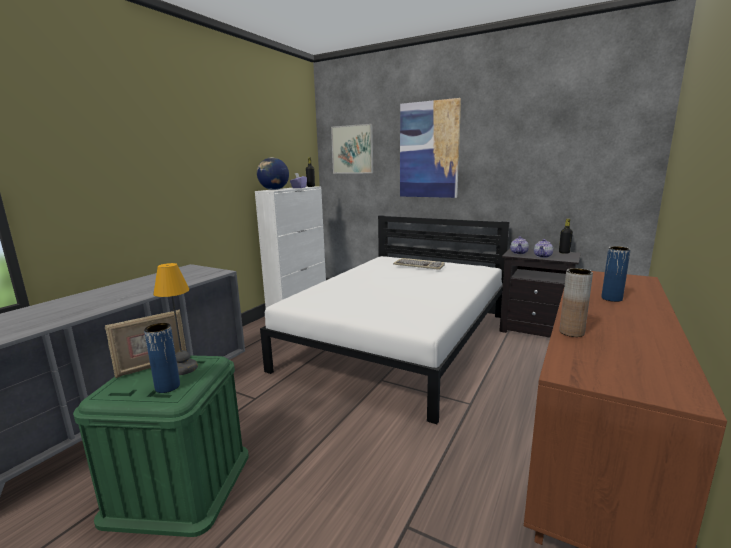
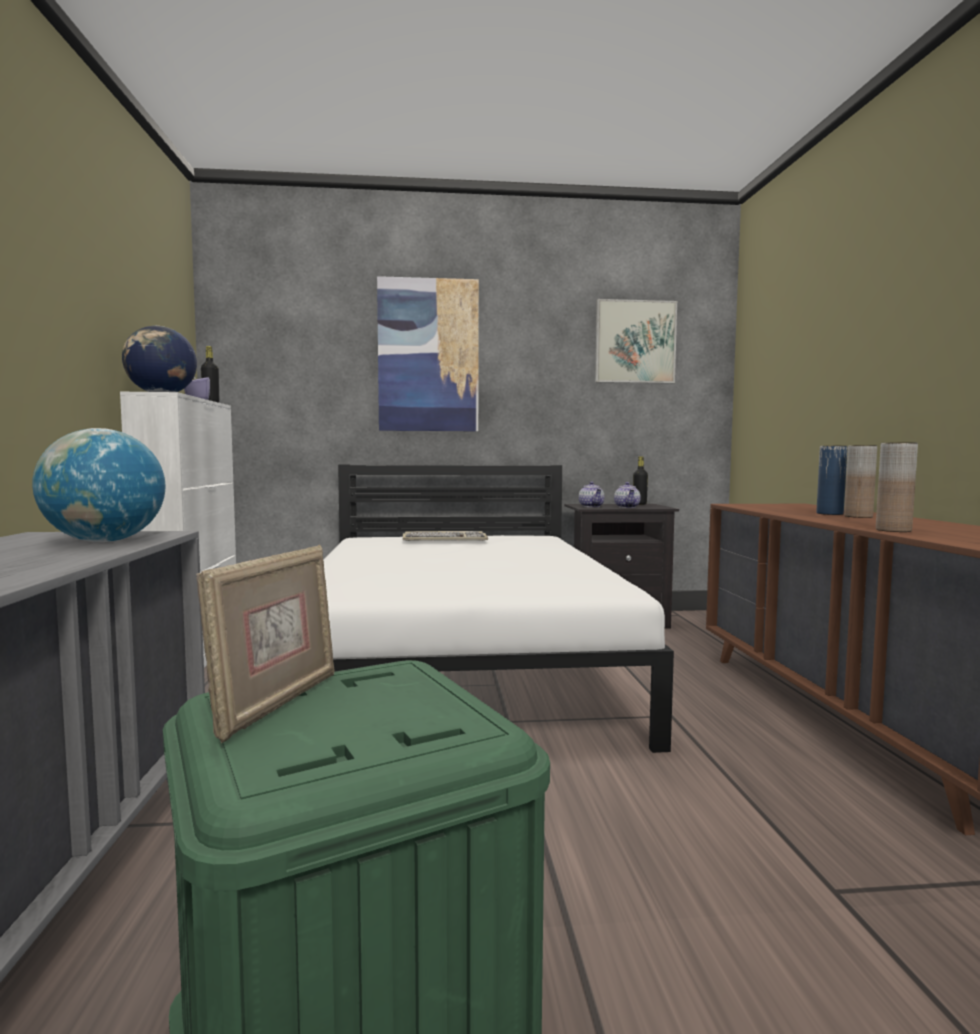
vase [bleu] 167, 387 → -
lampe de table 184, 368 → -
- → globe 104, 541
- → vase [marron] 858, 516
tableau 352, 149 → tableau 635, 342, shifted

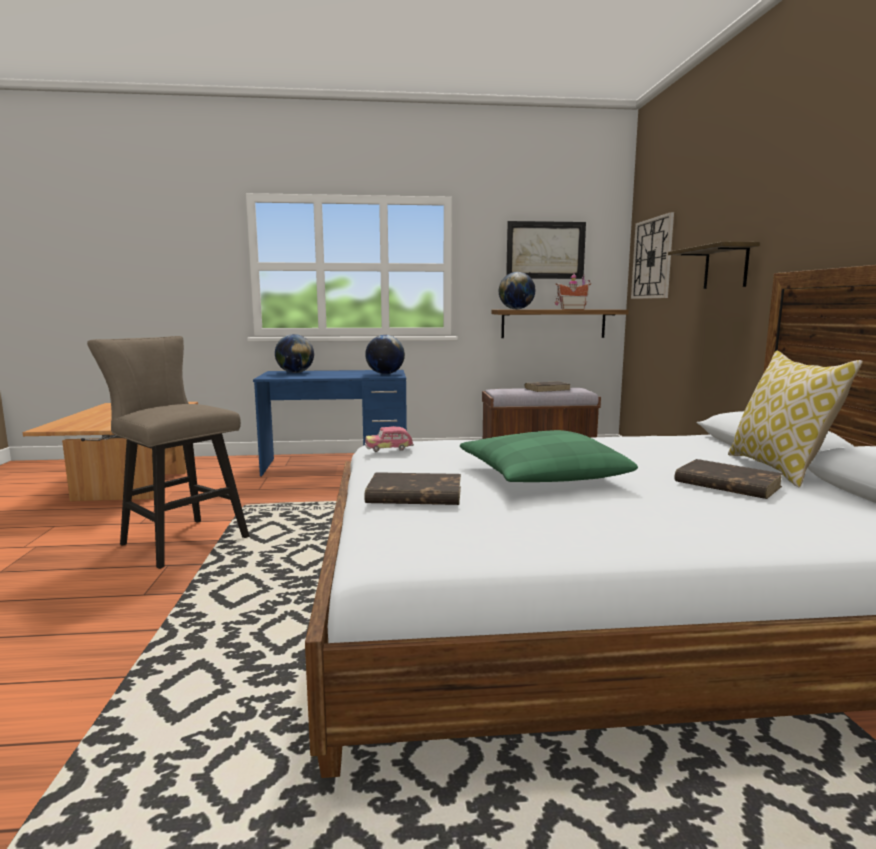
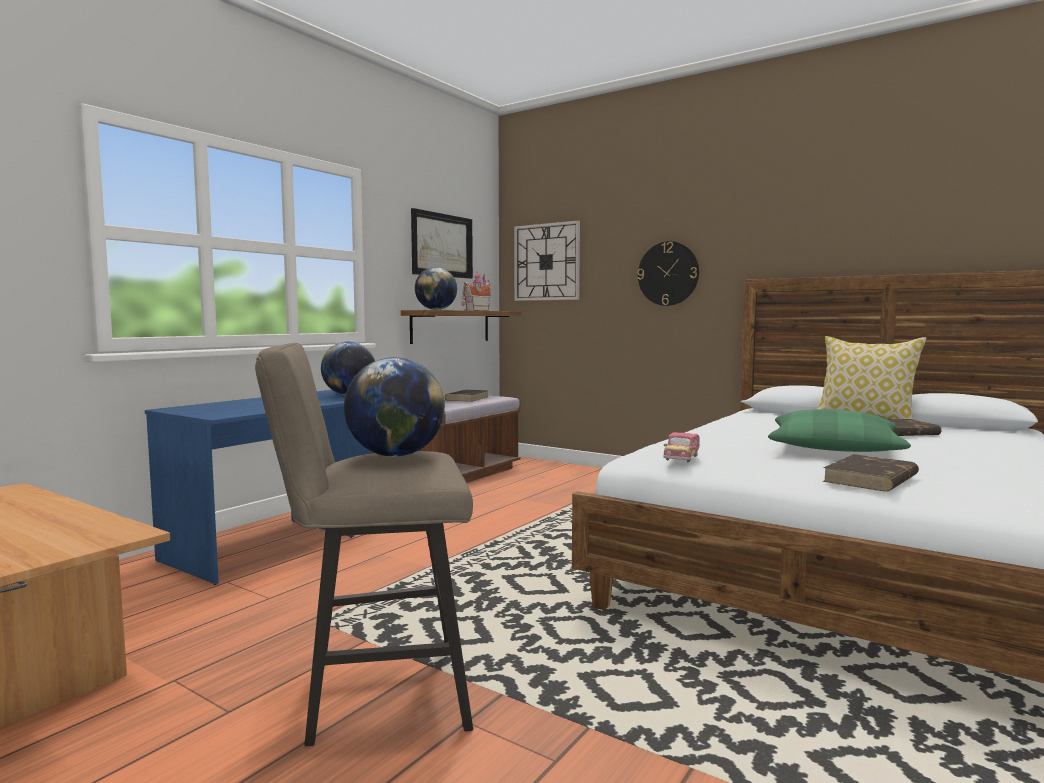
globe 295, 373 → globe 396, 455, shifted
étagère 726, 267 → horloge murale 668, 273

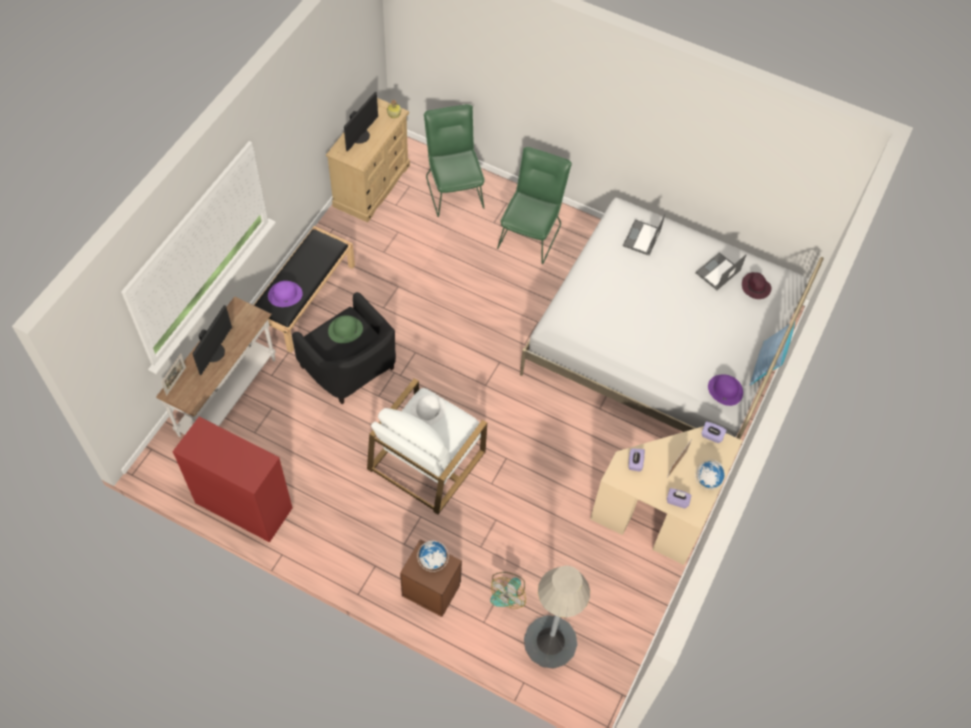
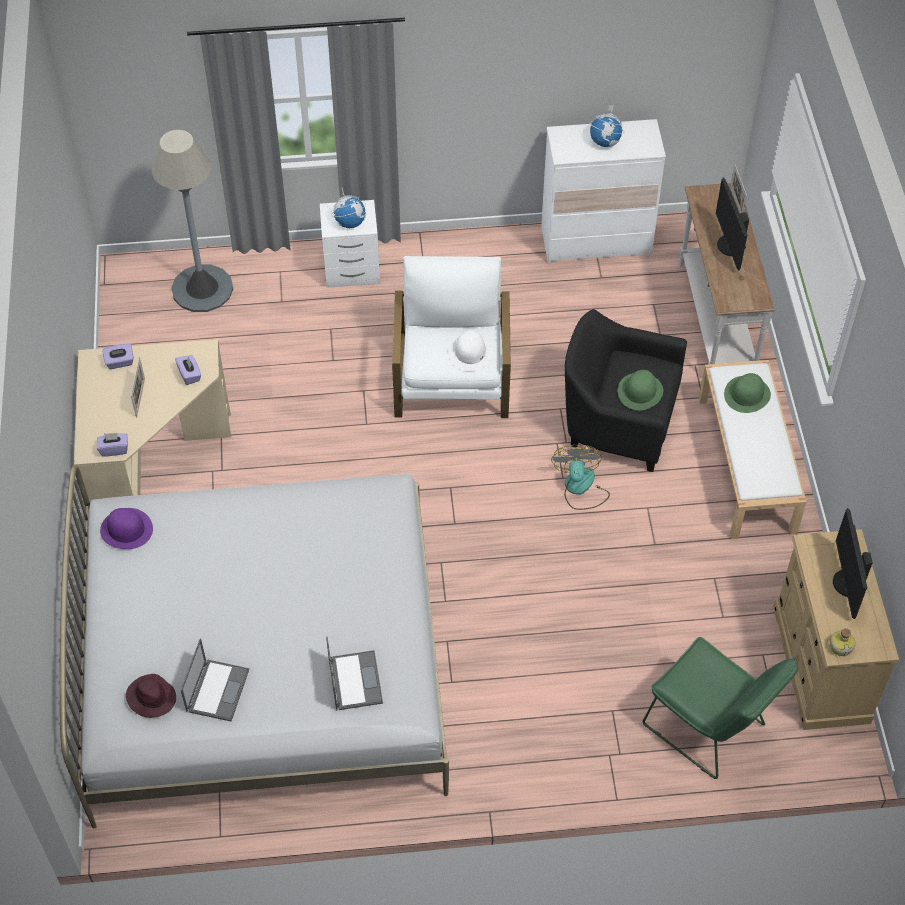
chaise [vert] 531, 233 → -
coussin 766, 366 → -
ventilateur 508, 592 → ventilateur 580, 488, shifted
globe 707, 480 → globe 605, 142, shifted
commode [rouge] 244, 505 → commode [blanc] 596, 241
banc [noir] 304, 298 → banc [blanc] 747, 465
chapeau [violet] 285, 294 → chapeau [vert] 747, 394
table de chevet [marron] 430, 589 → table de chevet [blanc] 353, 270

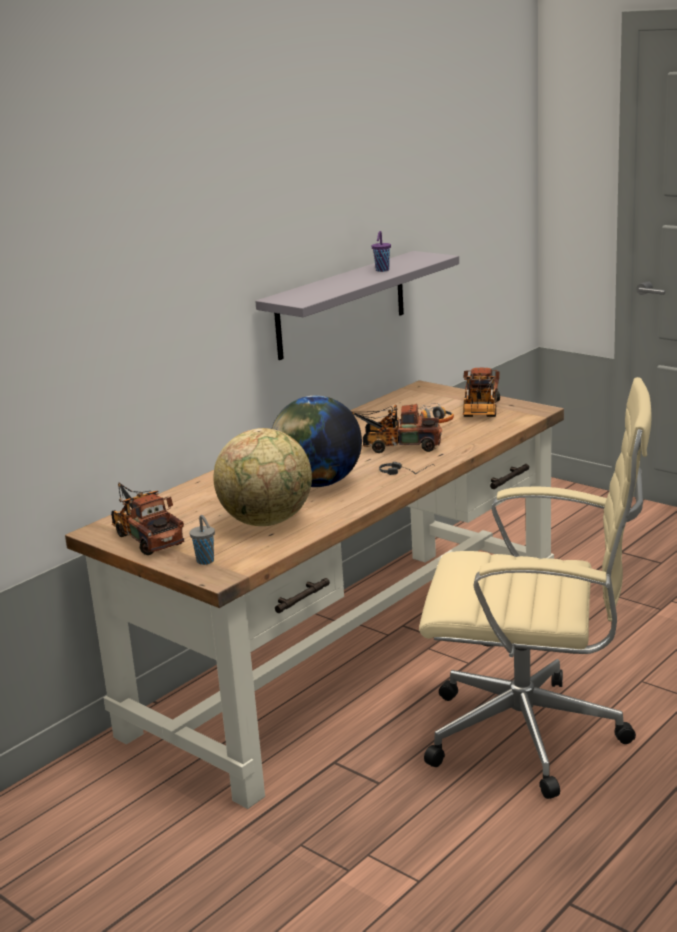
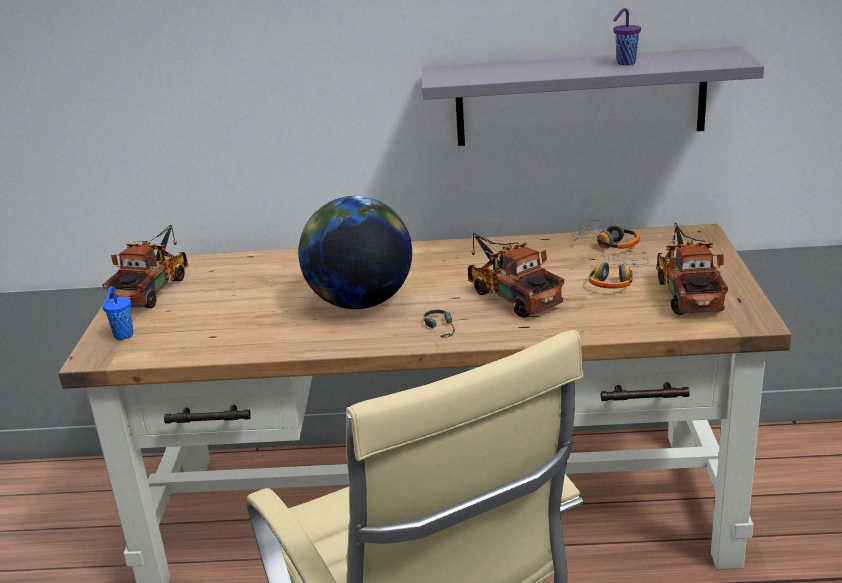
globe 267, 521 → -
- → casque audio 606, 243
tasse [gris] 206, 561 → tasse [bleu] 123, 336
camion jouet 480, 411 → camion jouet 687, 292, 120 degrees clockwise

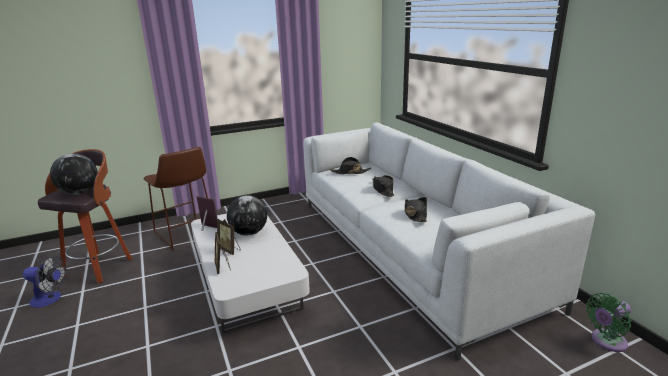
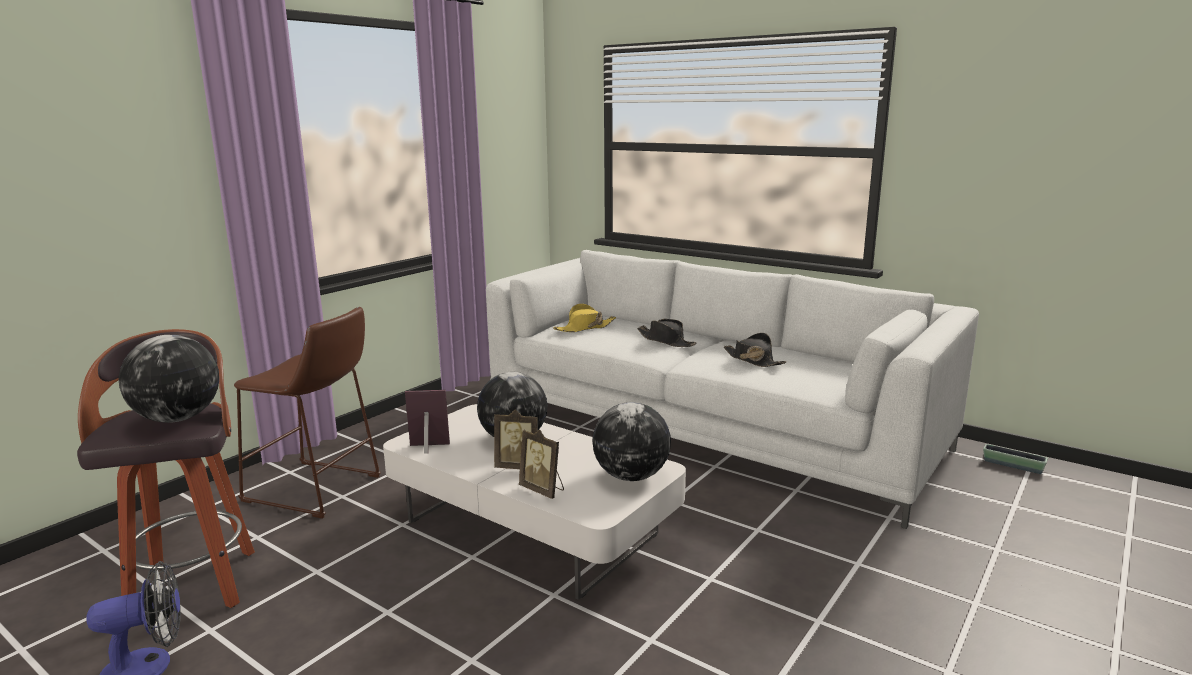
- → globe 631, 477
ventilateur [vert] 606, 341 → cache-pot 1013, 466
chapeau [noir] 350, 172 → chapeau [jaune] 585, 328

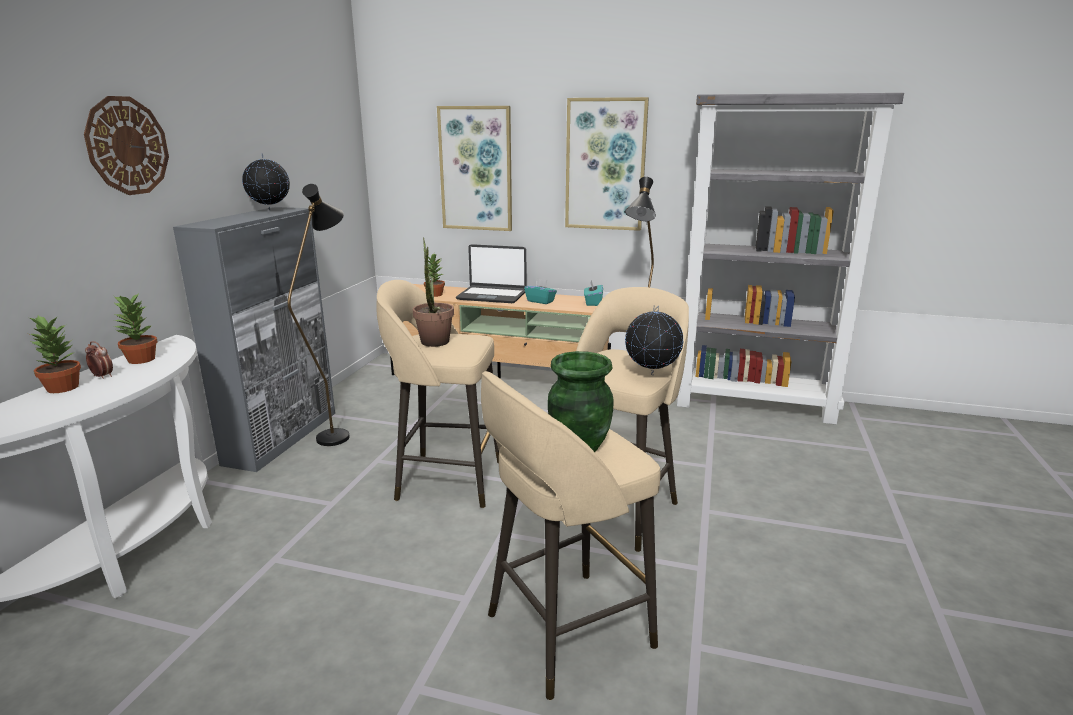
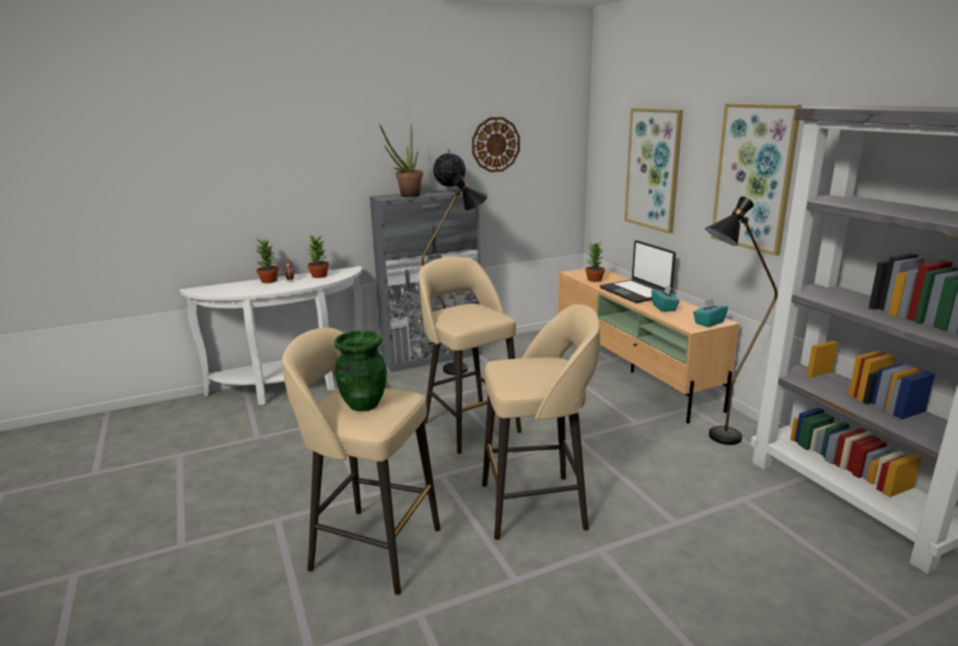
globe 651, 374 → -
horloge murale 127, 146 → horloge murale 495, 144, shifted
plante en pot 434, 344 → plante en pot 407, 196, shifted

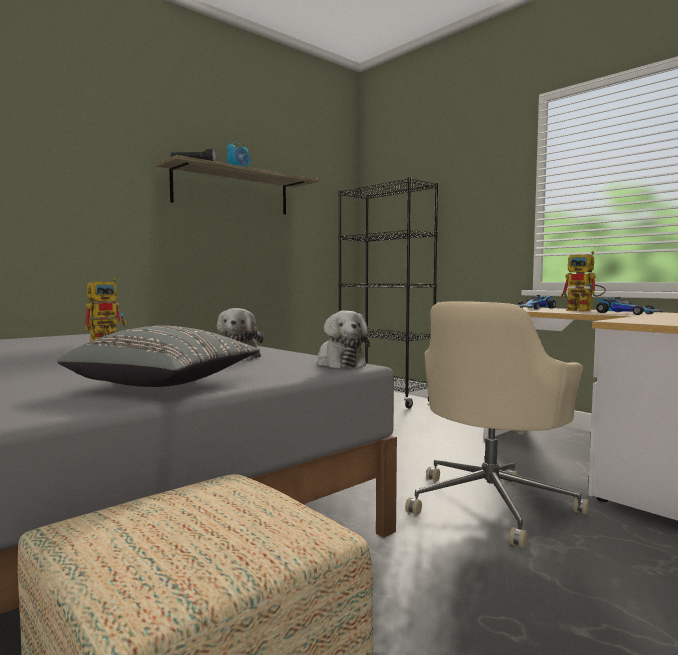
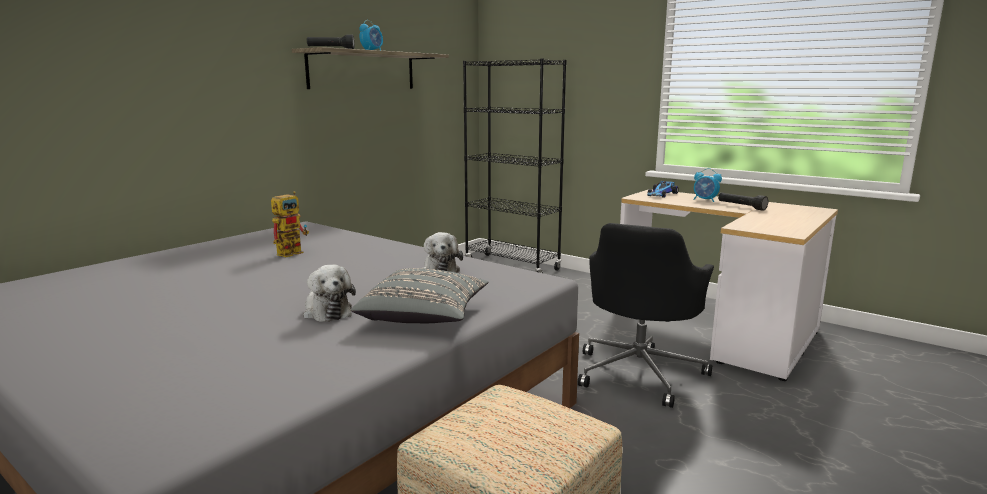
peluche 339, 363 → peluche 327, 311, shifted
robot jouet 584, 311 → réveil 705, 200
petite voiture 627, 313 → lampe de poche [noir] 741, 207
chaise de bureau [beige] 492, 503 → chaise de bureau [noir] 640, 372

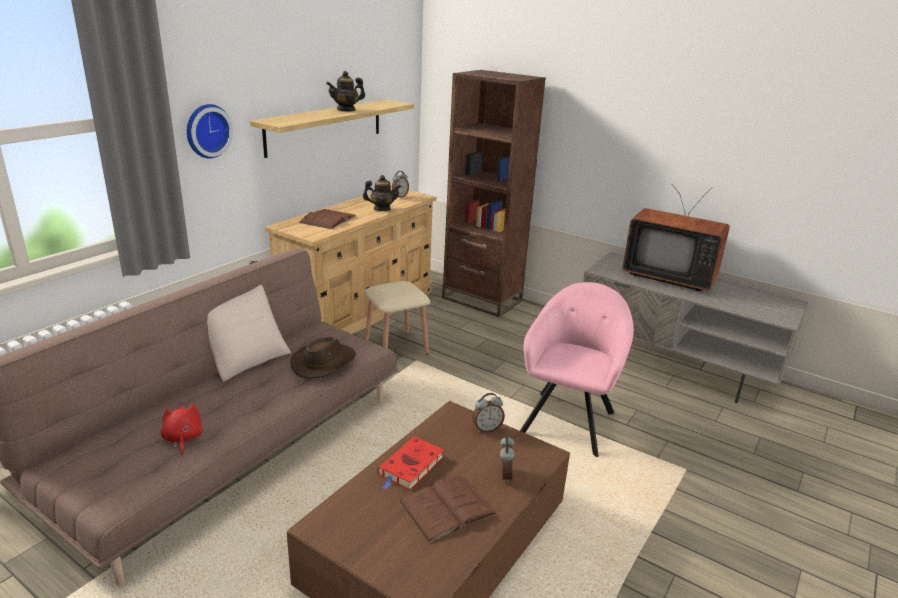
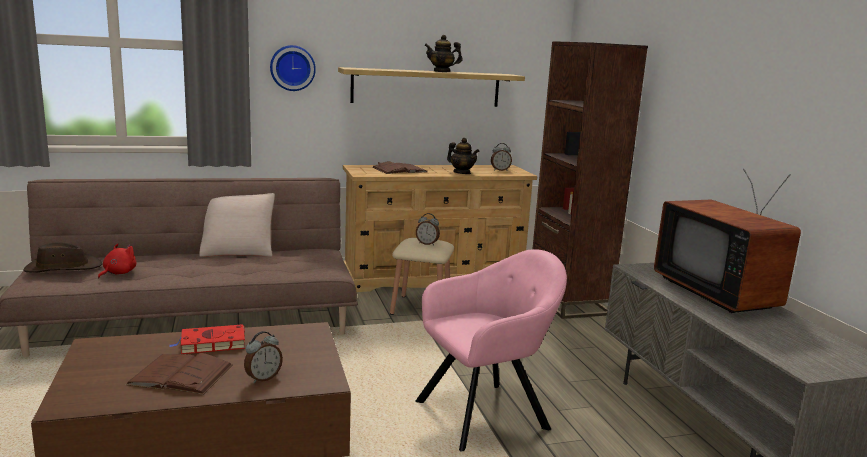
chapeau [marron] 324, 362 → chapeau [marron] 63, 268, shifted
réveil 487, 429 → réveil 427, 244, shifted

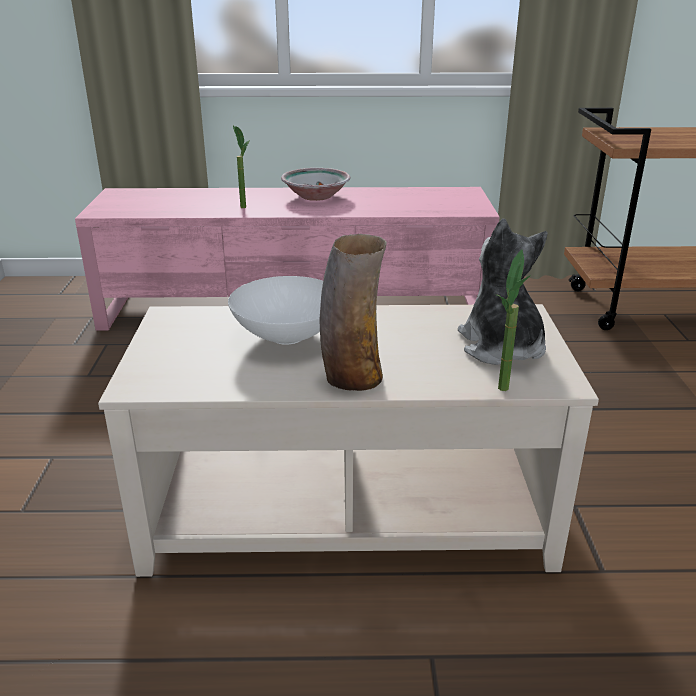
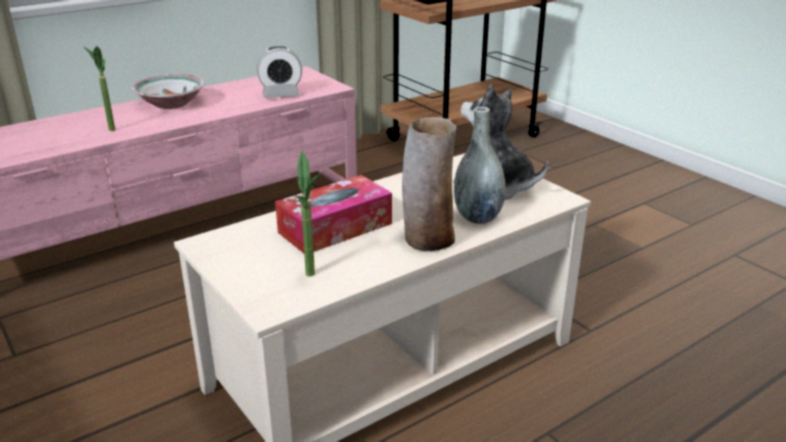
- → réveil 281, 95
- → vase [gris] 477, 217
plante en pot 503, 394 → plante en pot 313, 278, shifted
bol [blanc] 285, 337 → boîte à mouchoirs 335, 228

